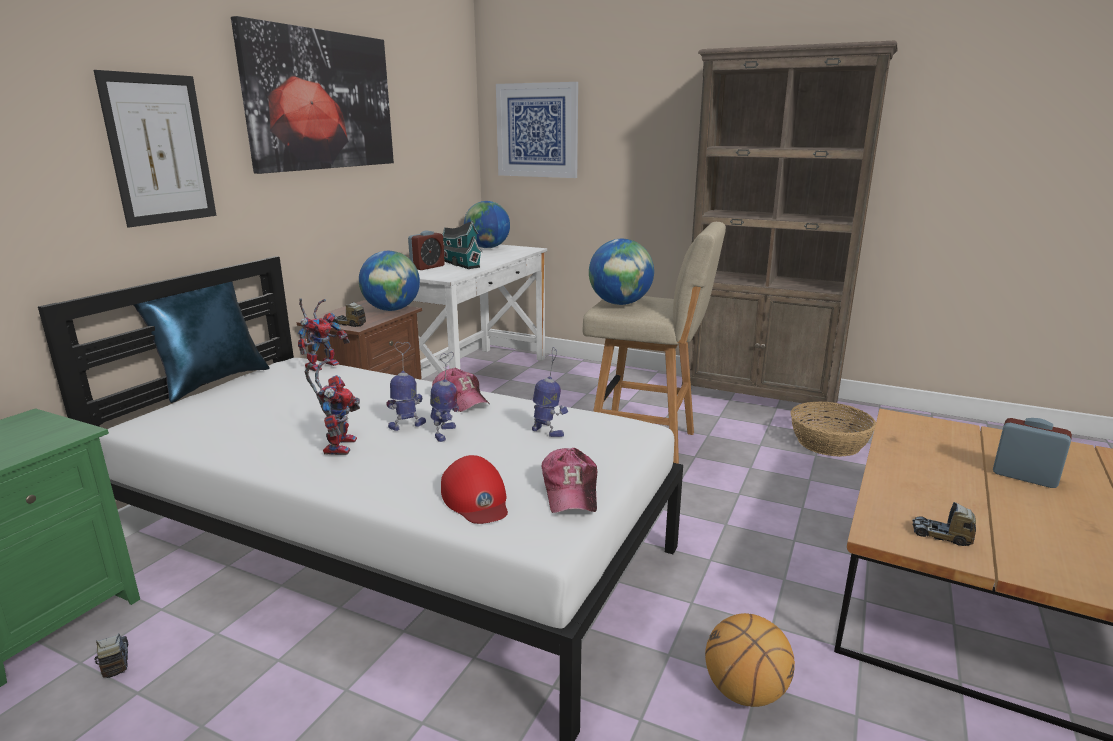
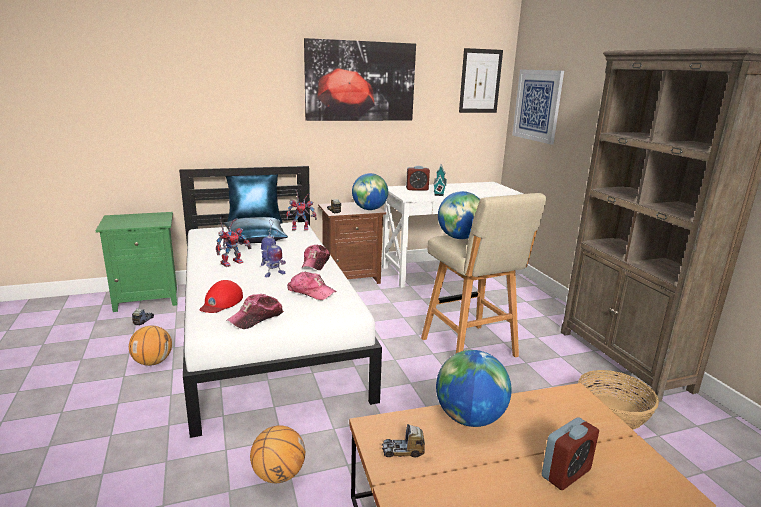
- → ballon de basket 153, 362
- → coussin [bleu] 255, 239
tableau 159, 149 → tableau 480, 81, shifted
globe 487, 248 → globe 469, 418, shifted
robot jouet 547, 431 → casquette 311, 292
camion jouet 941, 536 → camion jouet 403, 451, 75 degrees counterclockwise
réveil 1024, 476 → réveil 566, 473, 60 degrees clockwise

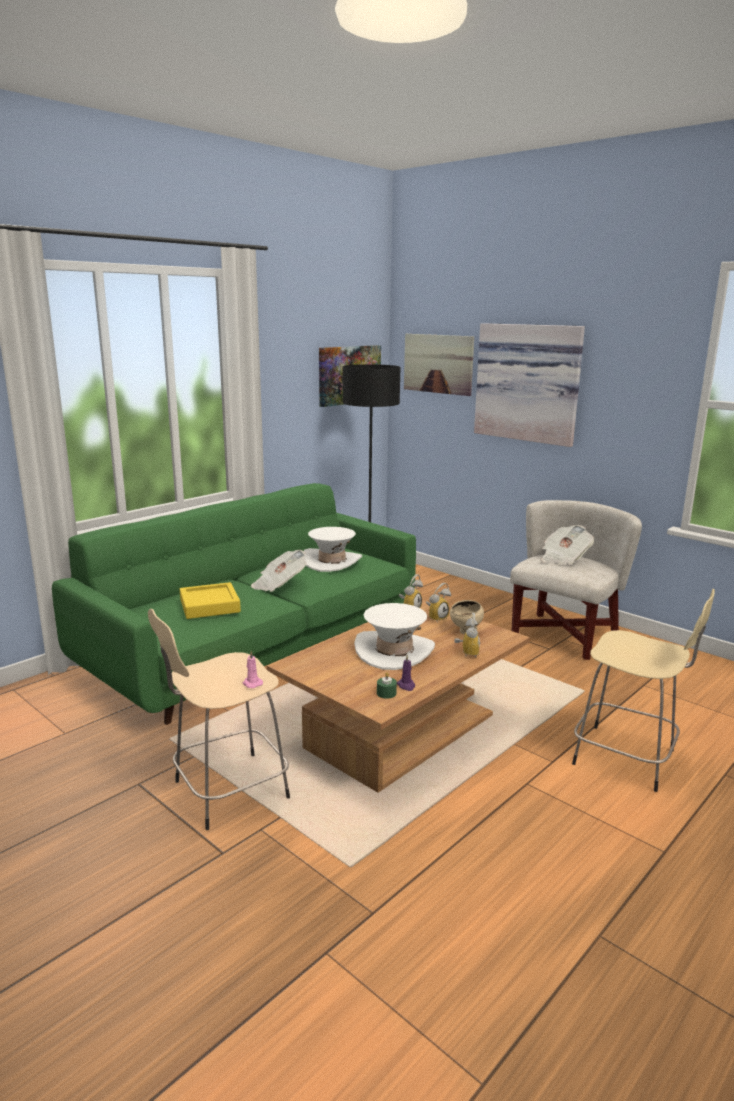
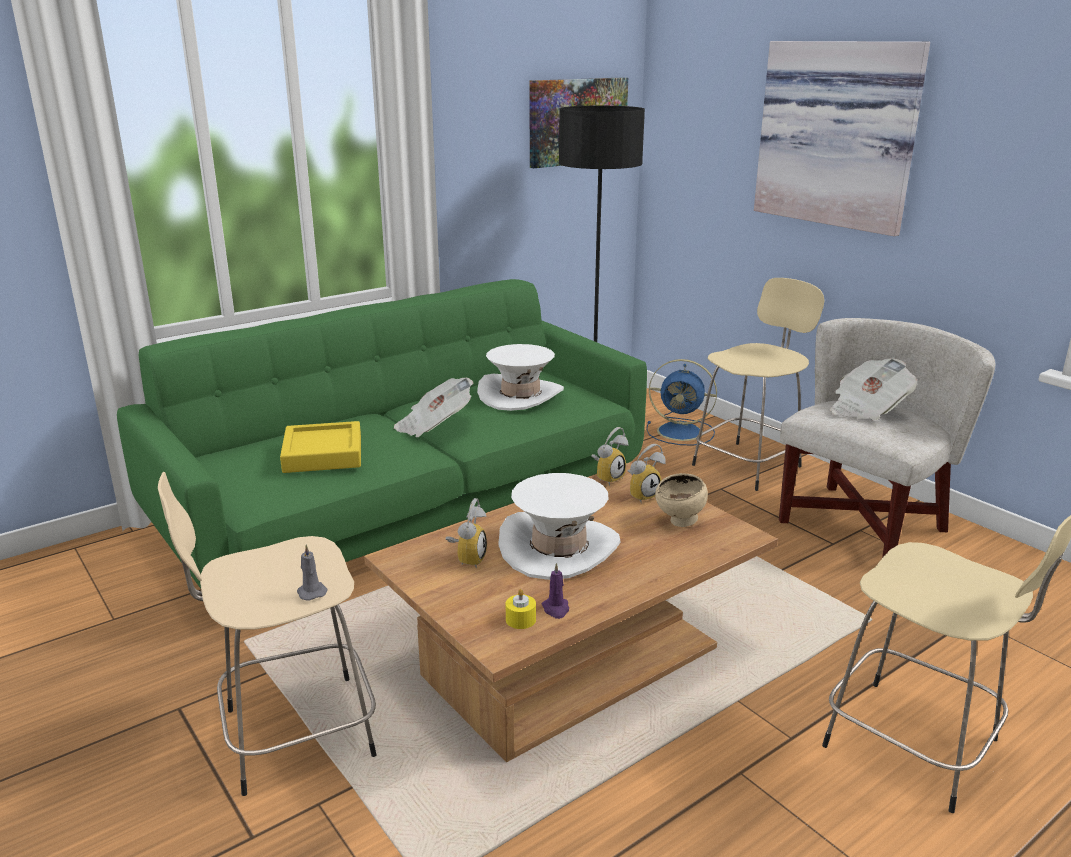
tableau 438, 364 → -
- → ventilateur [bleu] 682, 432
- → tabouret [beige] 749, 464
réveil 466, 653 → réveil 467, 558, shifted
bougie [rose] 252, 683 → bougie [gris] 311, 592
bougie [vert] 386, 693 → bougie [jaune] 520, 619

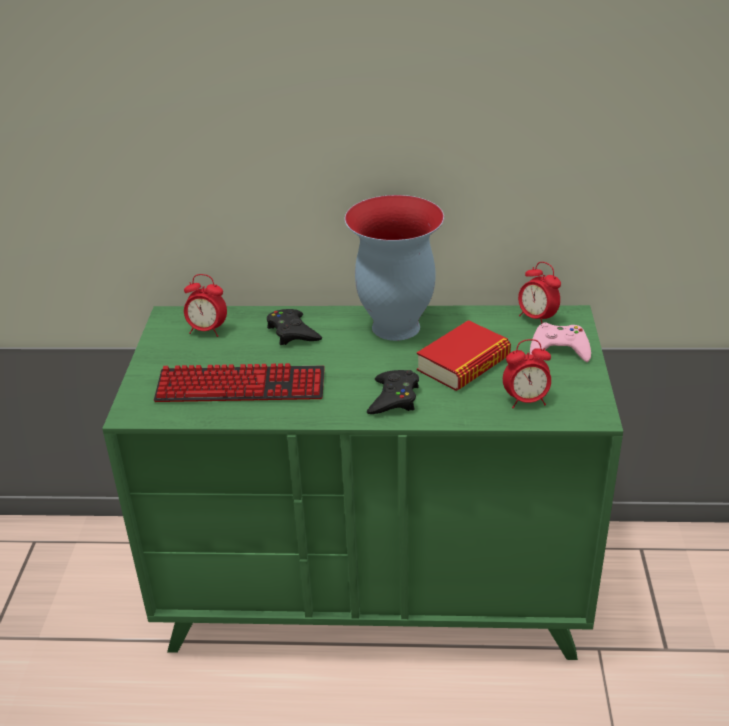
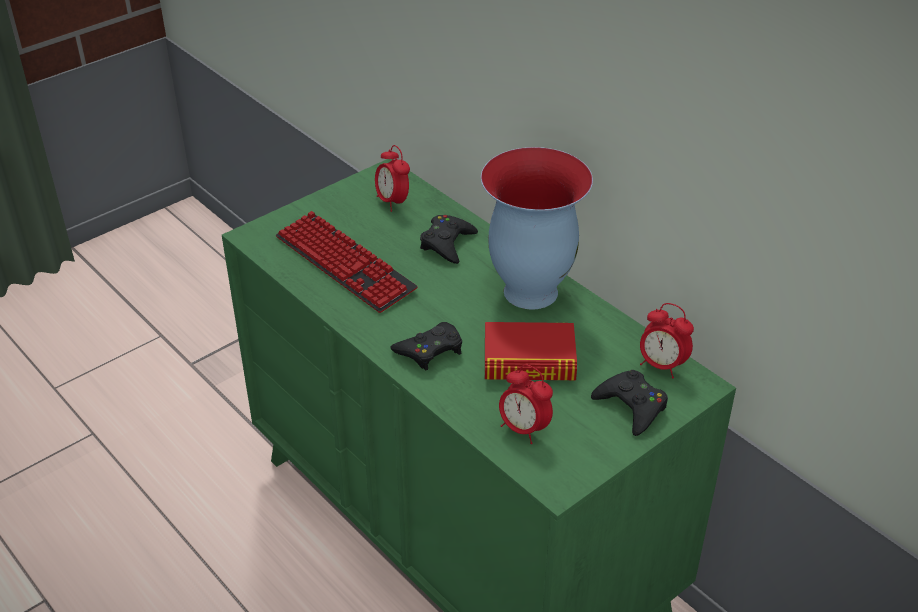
manette [rose] 559, 349 → manette [noir] 631, 406
réveil 537, 318 → réveil 661, 365, 60 degrees counterclockwise

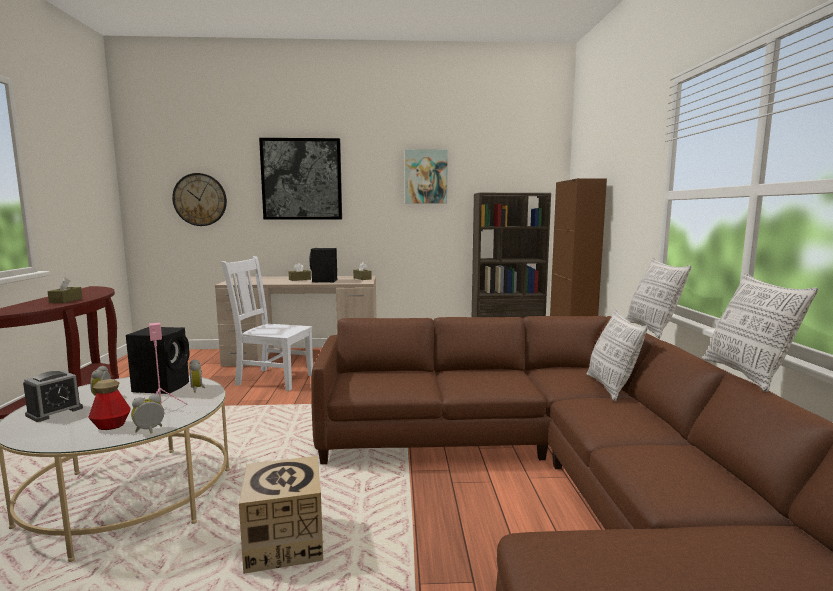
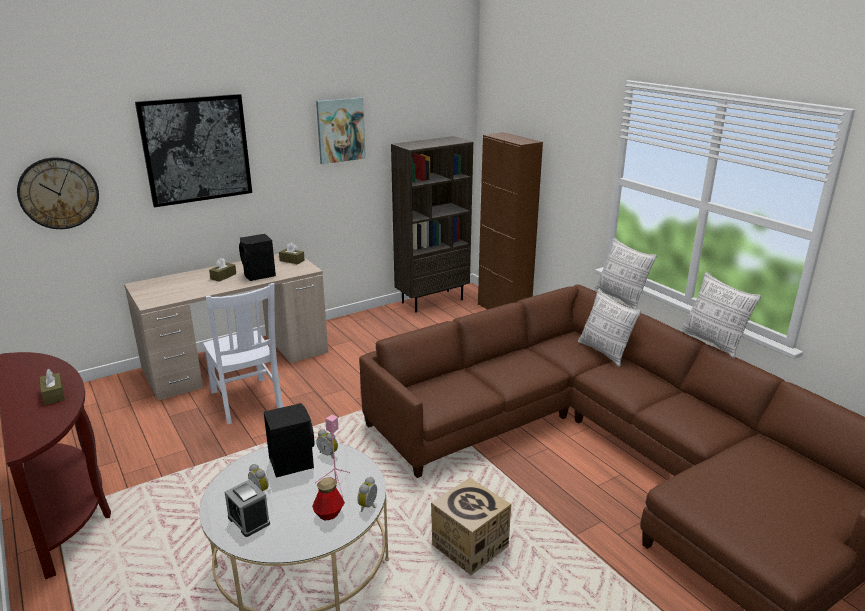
réveil 54, 411 → réveil 249, 520, 135 degrees clockwise
chaise [blanc] 272, 379 → chaise [blanc] 247, 401, 105 degrees counterclockwise

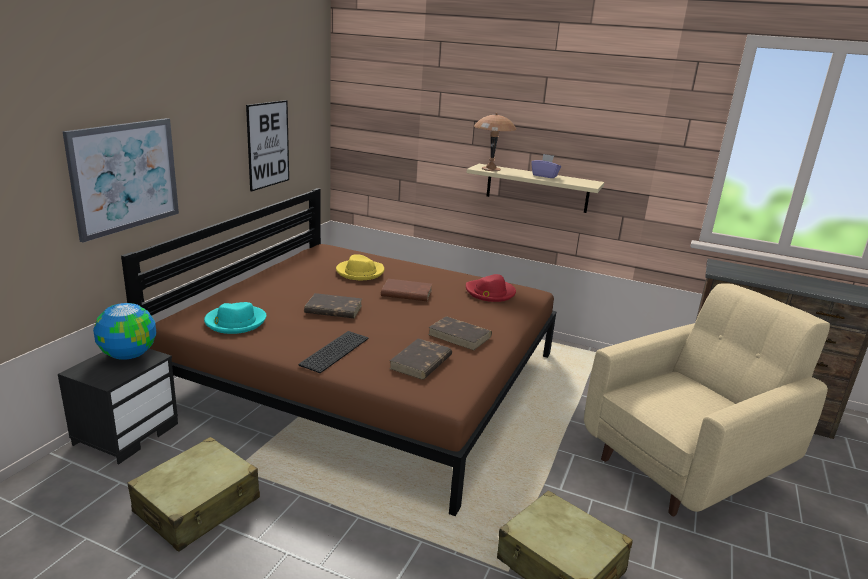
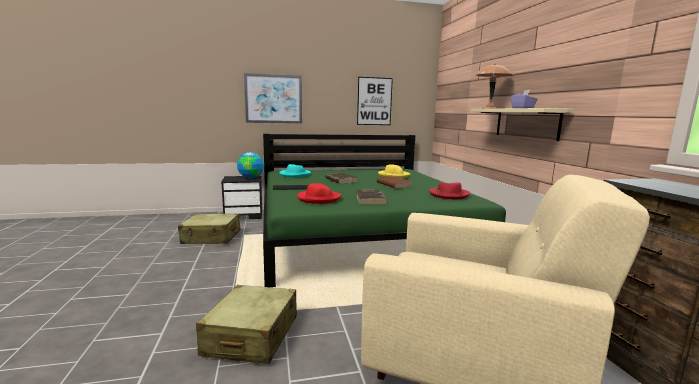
livre [marron] 420, 362 → chapeau [rouge] 318, 199
lit [marron] 367, 376 → lit [vert] 361, 233

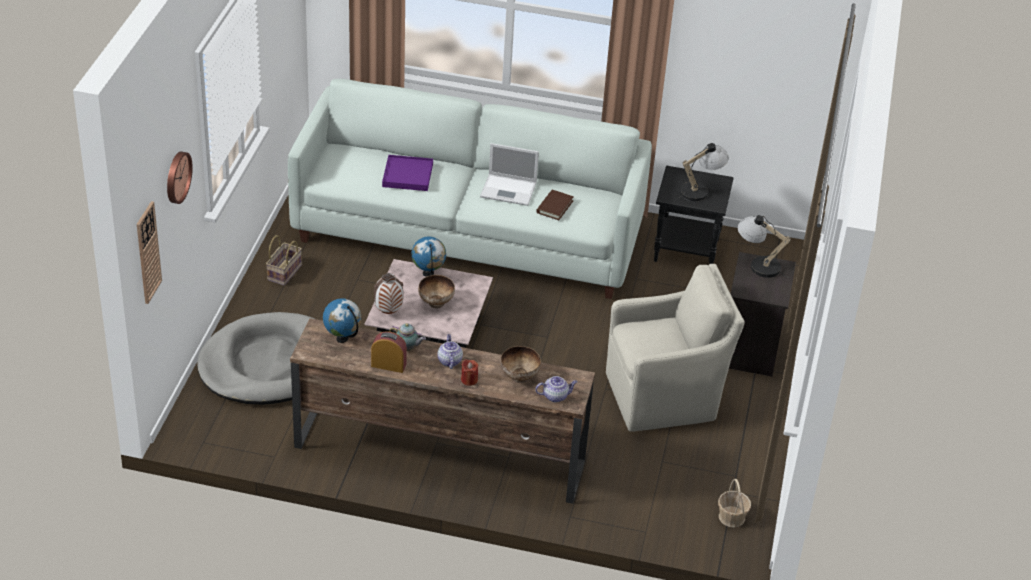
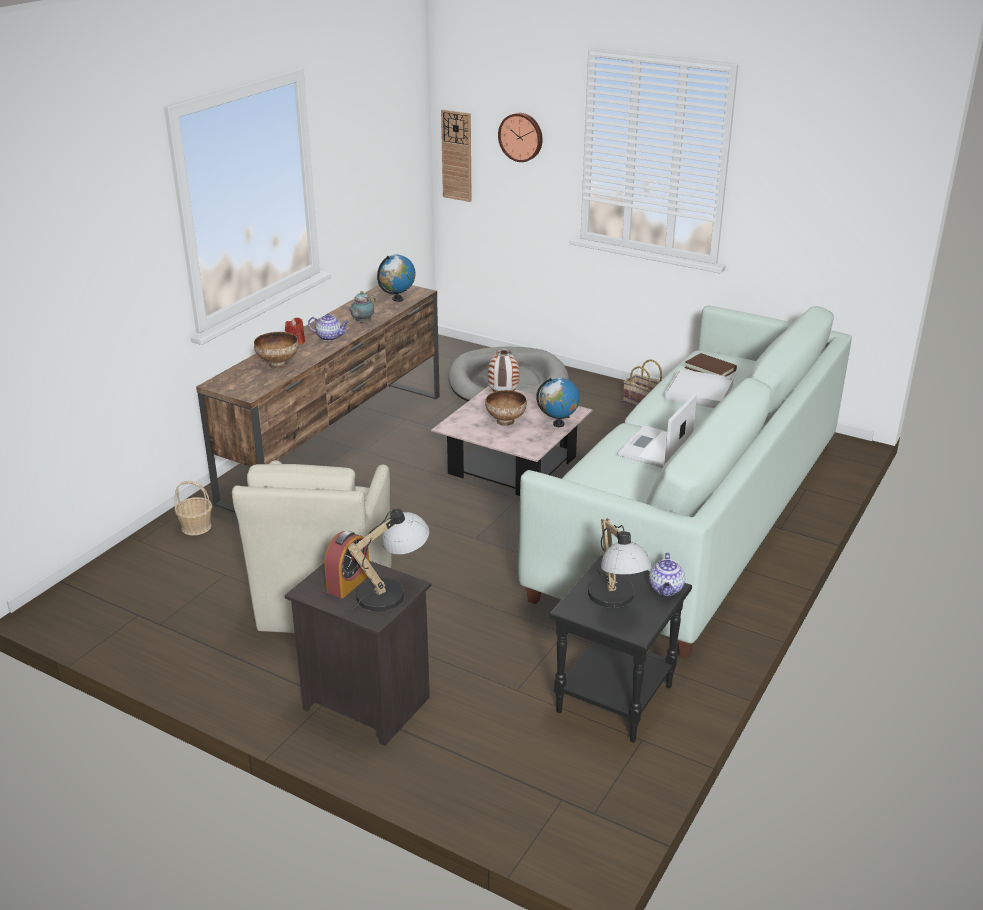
réveil 388, 365 → réveil 348, 583, shifted
théière 555, 396 → théière 666, 589, shifted
livre [marron] 554, 207 → livre [marron] 710, 369, shifted
panier 731, 517 → panier 196, 527, shifted
plateau [violet] 408, 175 → plateau [blanc] 699, 392

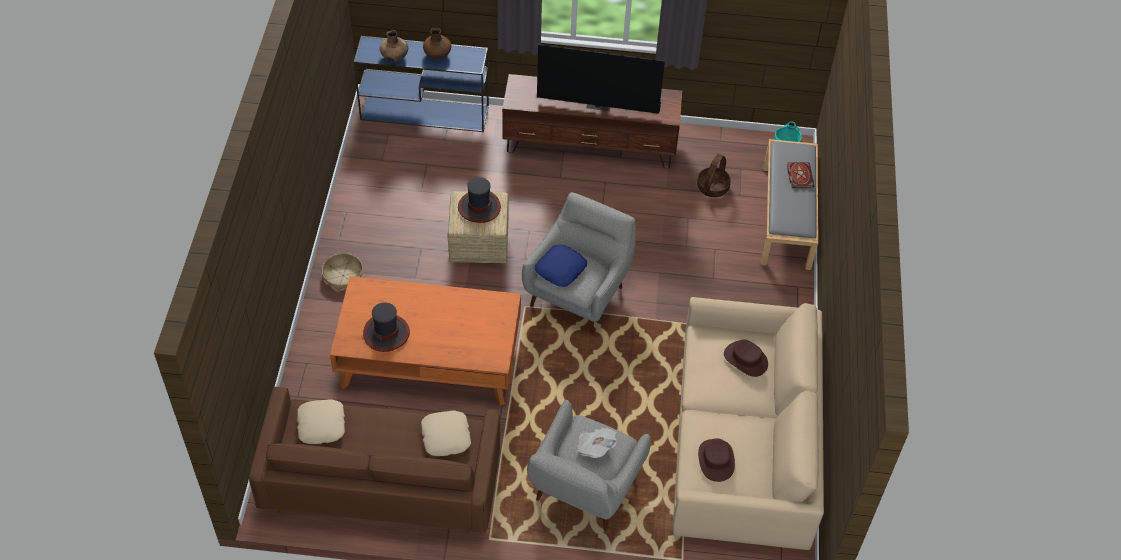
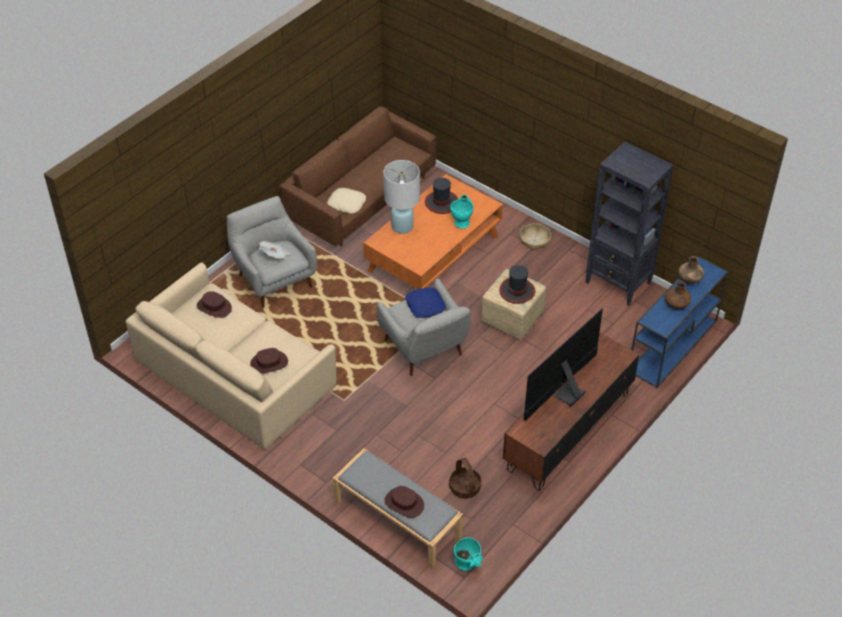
coussin [beige] 321, 425 → -
- → lampe de table [blanc] 402, 226
- → vase [turquoise] 461, 221
- → bibliothèque [noir] 618, 283
livre 799, 175 → chapeau [marron] 404, 503

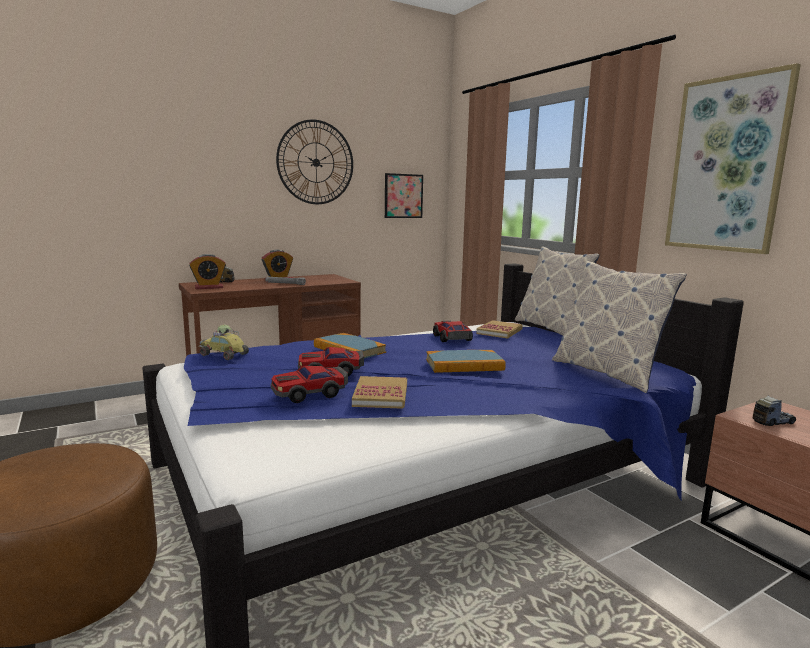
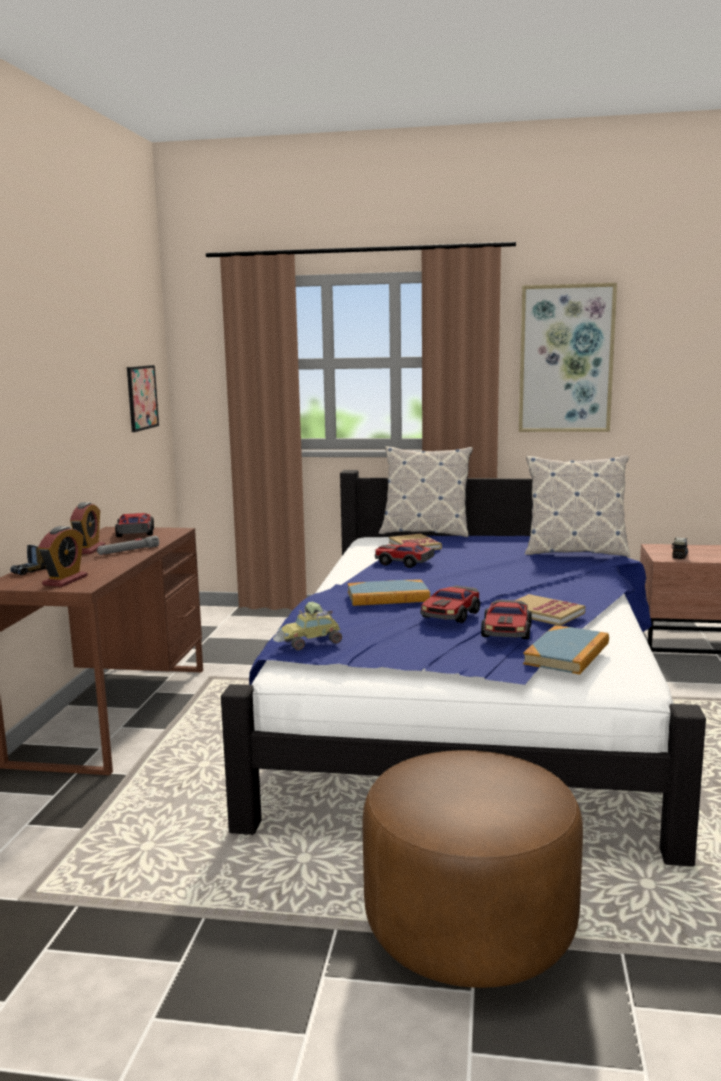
horloge murale 316, 162 → -
- → petite voiture 135, 533
livre 464, 365 → livre 567, 654, shifted

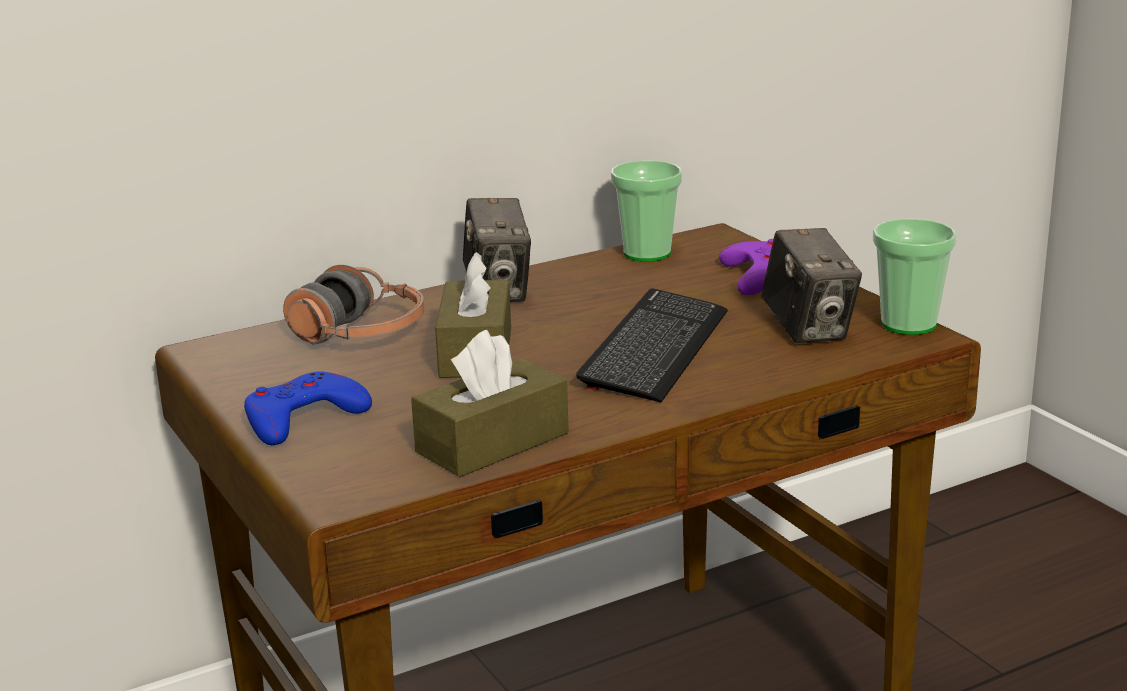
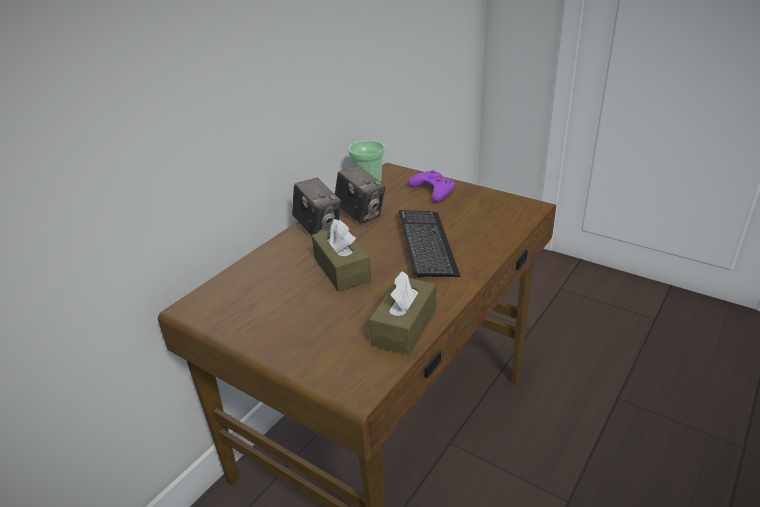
manette [bleu] 303, 418 → -
casque audio 359, 334 → -
tasse 908, 324 → -
appareil photo 808, 330 → appareil photo 360, 214, shifted

